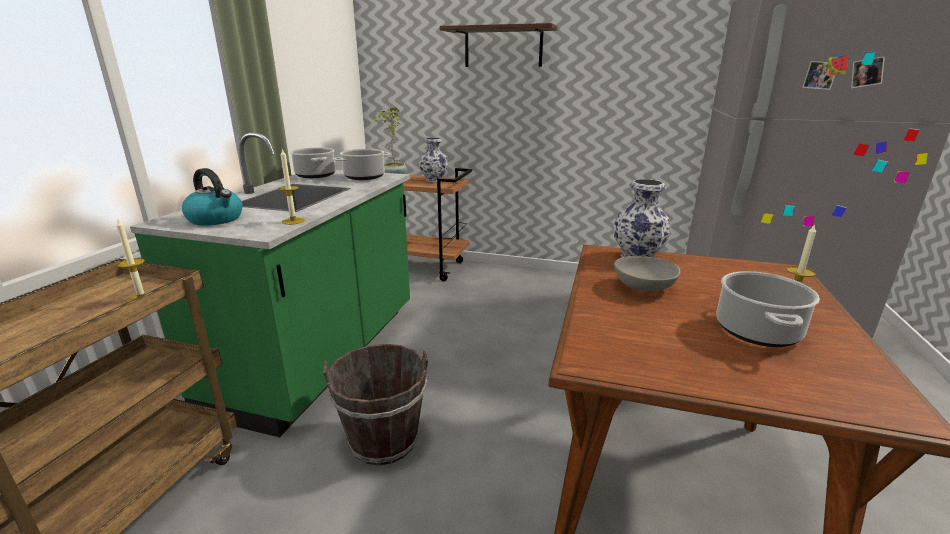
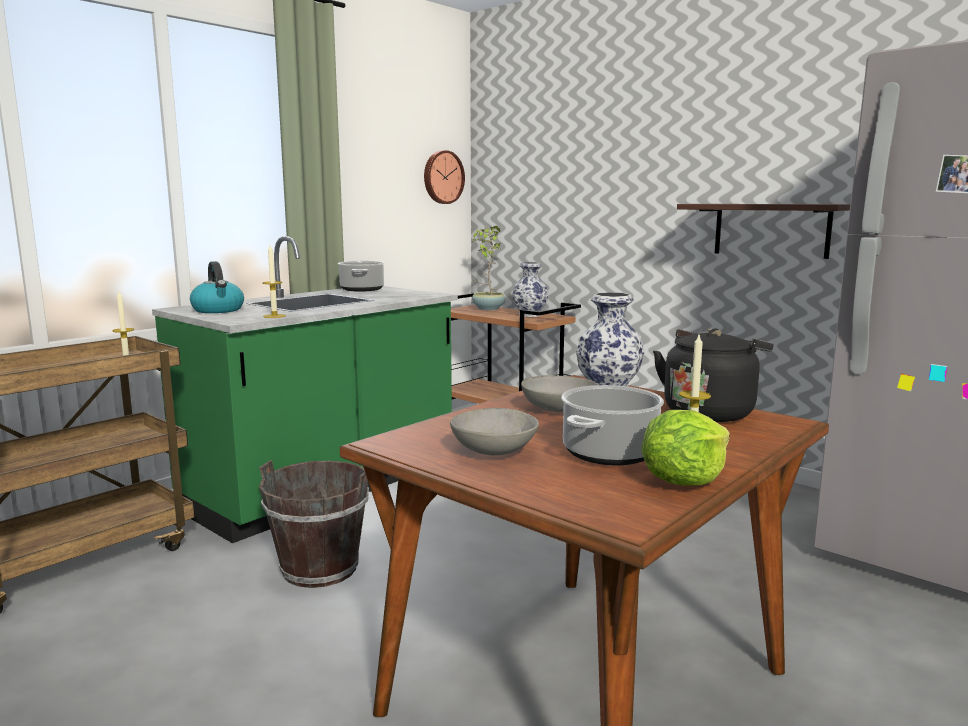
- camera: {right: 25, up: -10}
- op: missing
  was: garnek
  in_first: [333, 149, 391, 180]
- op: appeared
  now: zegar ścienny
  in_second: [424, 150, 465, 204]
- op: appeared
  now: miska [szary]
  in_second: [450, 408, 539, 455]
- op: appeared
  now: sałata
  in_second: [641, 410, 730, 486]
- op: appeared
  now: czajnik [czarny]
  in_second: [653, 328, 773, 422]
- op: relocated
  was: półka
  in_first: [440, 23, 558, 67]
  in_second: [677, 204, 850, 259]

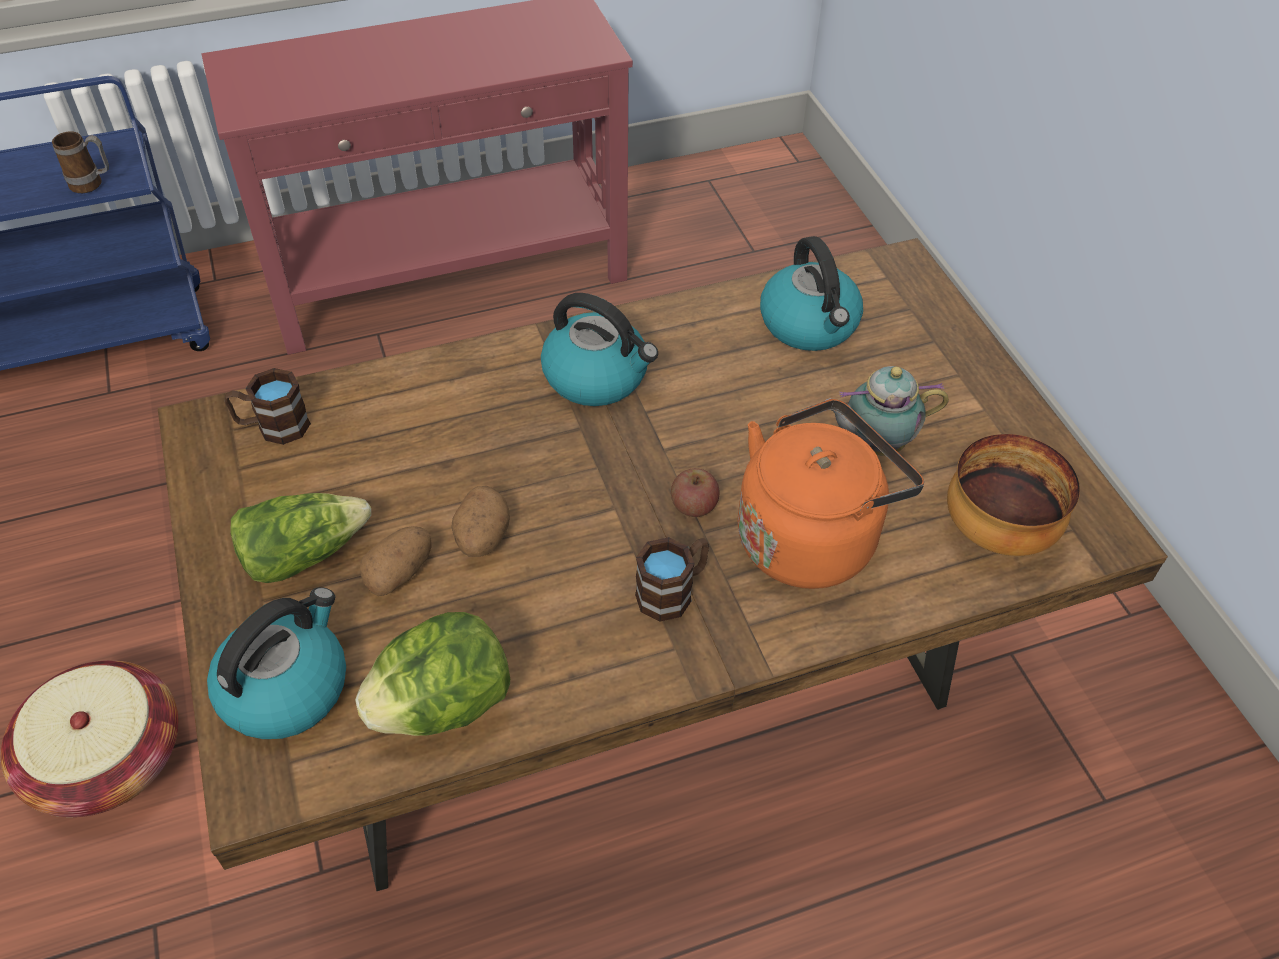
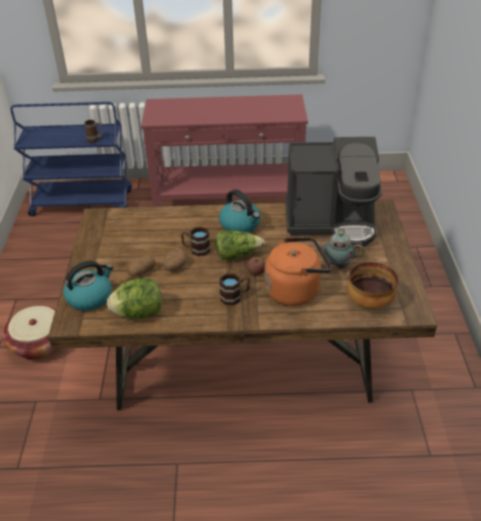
- camera: {right: 20, up: -10}
- op: relocated
  was: kubek [brązowy]
  in_first: [225, 368, 311, 445]
  in_second: [181, 227, 210, 256]
- op: relocated
  was: sałata
  in_first: [230, 493, 371, 583]
  in_second: [216, 231, 265, 260]
- op: exchanged
  was: czajnik
  now: ekspres do kawy
  in_first: [760, 236, 863, 351]
  in_second: [285, 137, 382, 248]

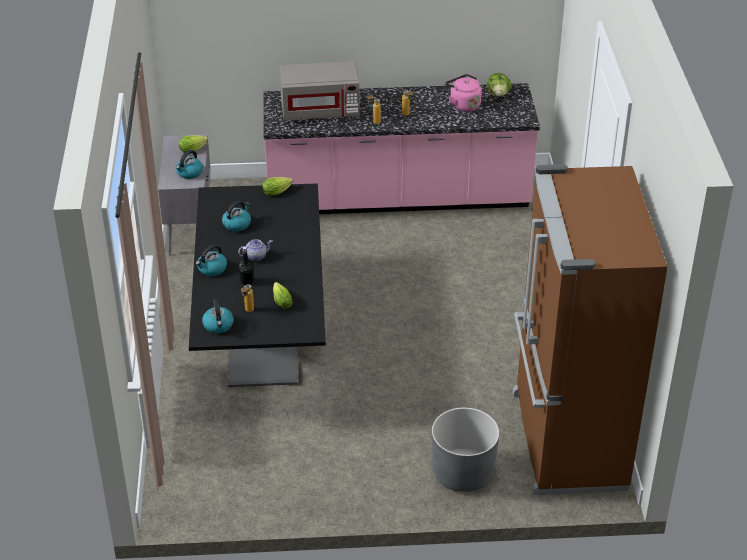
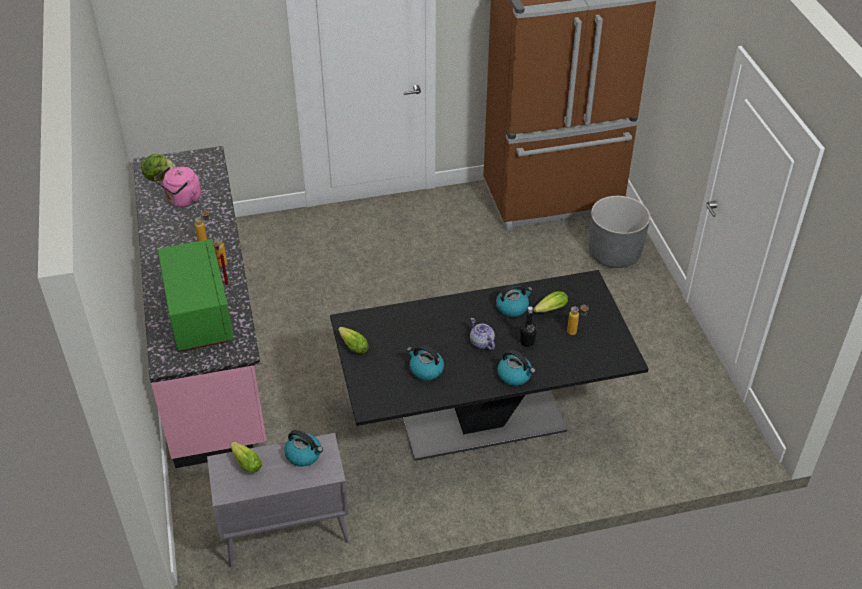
- camera: {right: -100, up: 5}
- op: relocated
  was: czajnik
  in_first: [202, 299, 234, 333]
  in_second: [496, 284, 533, 317]
- op: colour
  was: mikrofalówka [szary]
  now: mikrofalówka [zielony]
  in_first: [279, 61, 360, 121]
  in_second: [158, 239, 234, 352]

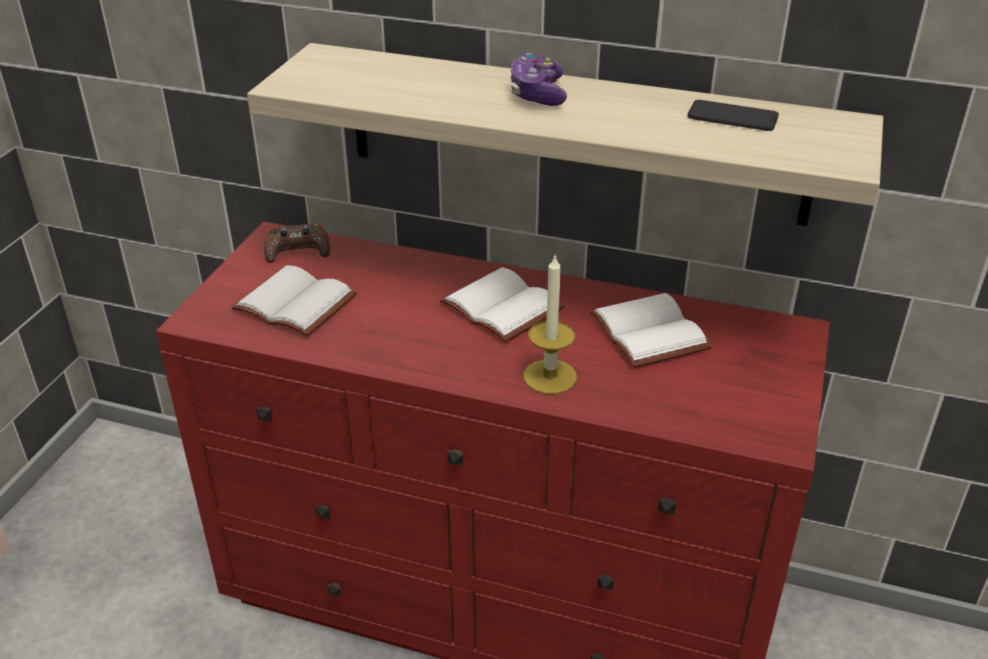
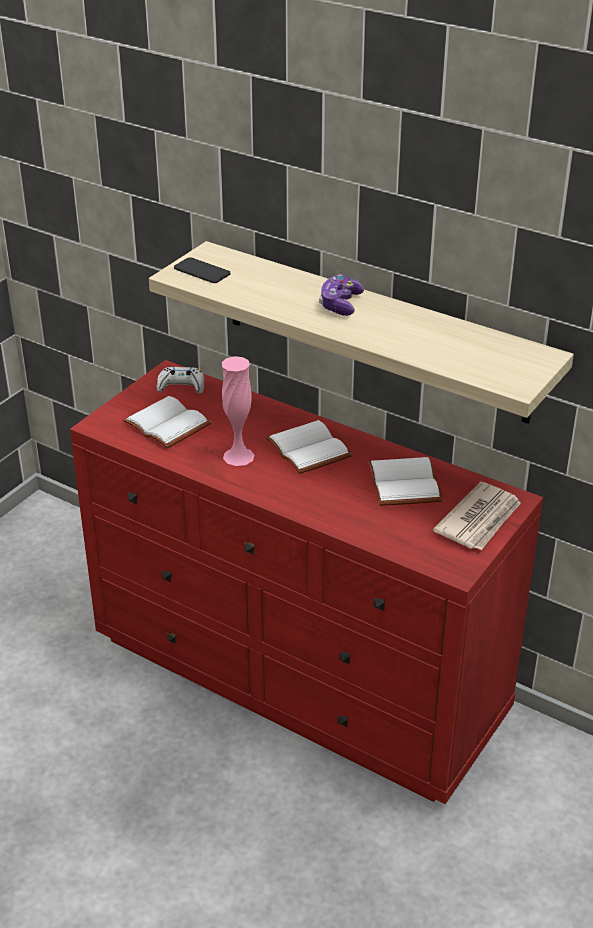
- camera: {right: 15, up: 0}
- op: missing
  was: świeca
  in_first: [523, 254, 577, 394]
- op: appeared
  now: wazon [różowy]
  in_second: [222, 356, 254, 466]
- op: appeared
  now: gazeta
  in_second: [433, 482, 521, 550]
- op: relocated
  was: telefon
  in_first: [687, 100, 779, 131]
  in_second: [174, 257, 230, 283]
- op: colour
  was: pad do gier [brązowy]
  now: pad do gier [biały]
  in_first: [264, 224, 330, 263]
  in_second: [157, 367, 204, 394]

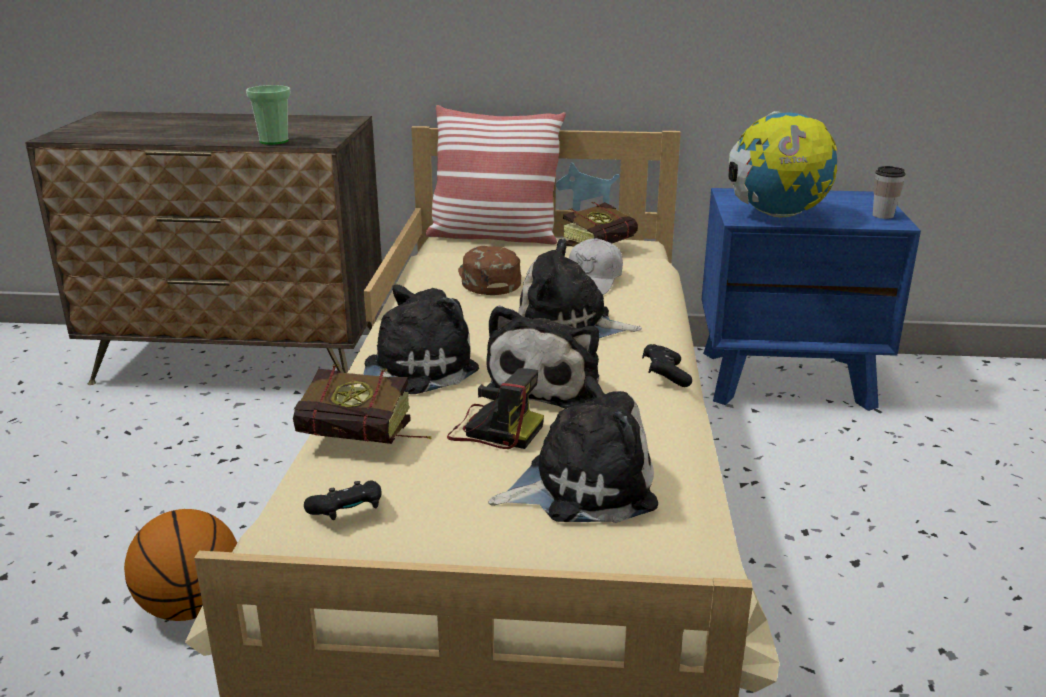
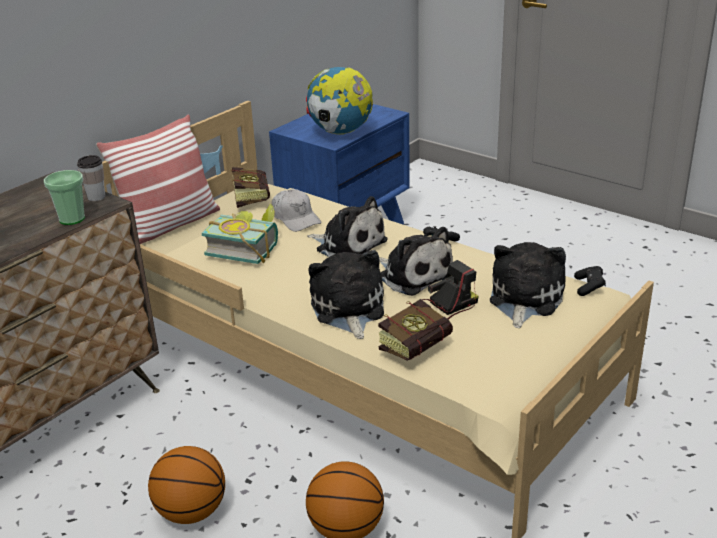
- camera: {right: -55, up: 5}
- op: appeared
  now: piłka do koszykówki
  in_second: [148, 446, 225, 524]
- op: relocated
  was: pad do gier [czarny]
  in_first: [304, 481, 382, 520]
  in_second: [574, 266, 606, 296]
- op: relocated
  was: filiżanka
  in_first: [873, 166, 905, 219]
  in_second: [77, 155, 105, 201]
- op: exchanged
  was: czapka z daszkiem [brązowy]
  now: książka
  in_first: [458, 246, 521, 295]
  in_second: [202, 203, 278, 264]
- op: spun
  was: pluszak
  in_first: [518, 238, 642, 338]
  in_second: [307, 196, 387, 257]
  clockwise: -105

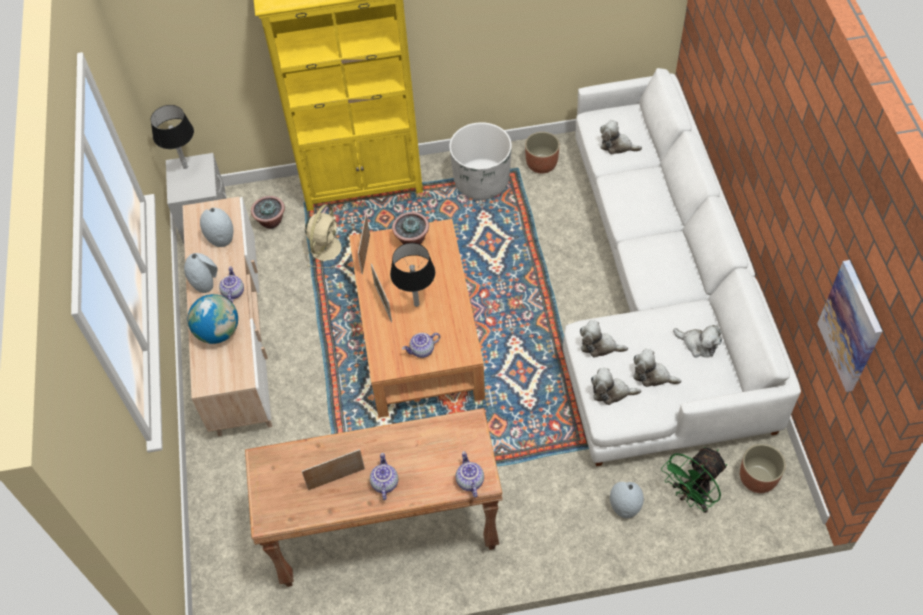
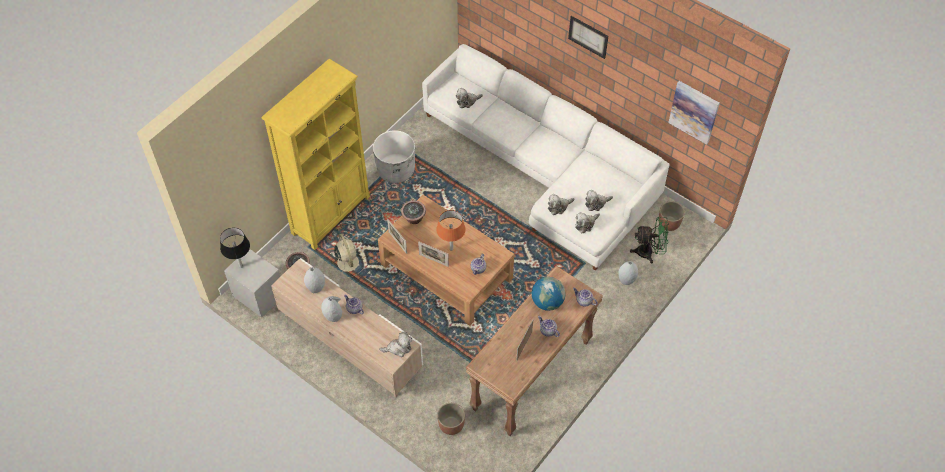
- camera: {right: -45, up: 0}
- op: appeared
  now: obraz
  in_second: [568, 16, 608, 59]
- op: relocated
  was: globus
  in_first: [188, 294, 238, 344]
  in_second: [532, 277, 565, 311]
- op: relocated
  was: donica
  in_first: [525, 132, 560, 174]
  in_second: [437, 403, 465, 435]
- op: relocated
  was: pluszak
  in_first: [673, 325, 722, 358]
  in_second: [379, 332, 413, 357]
- op: colour
  was: lampa stołowa [czarny]
  now: lampa stołowa [pomarańczowy]
  in_first: [390, 243, 435, 307]
  in_second: [436, 210, 466, 251]
- op: spun
  was: wentylator [zielony]
  in_first: [661, 447, 727, 513]
  in_second: [630, 217, 669, 264]
  clockwise: -90

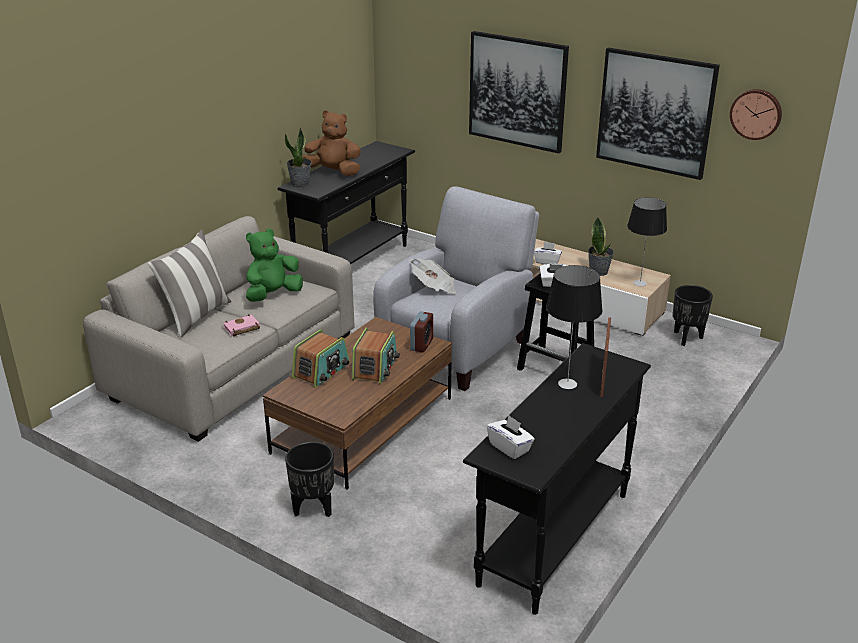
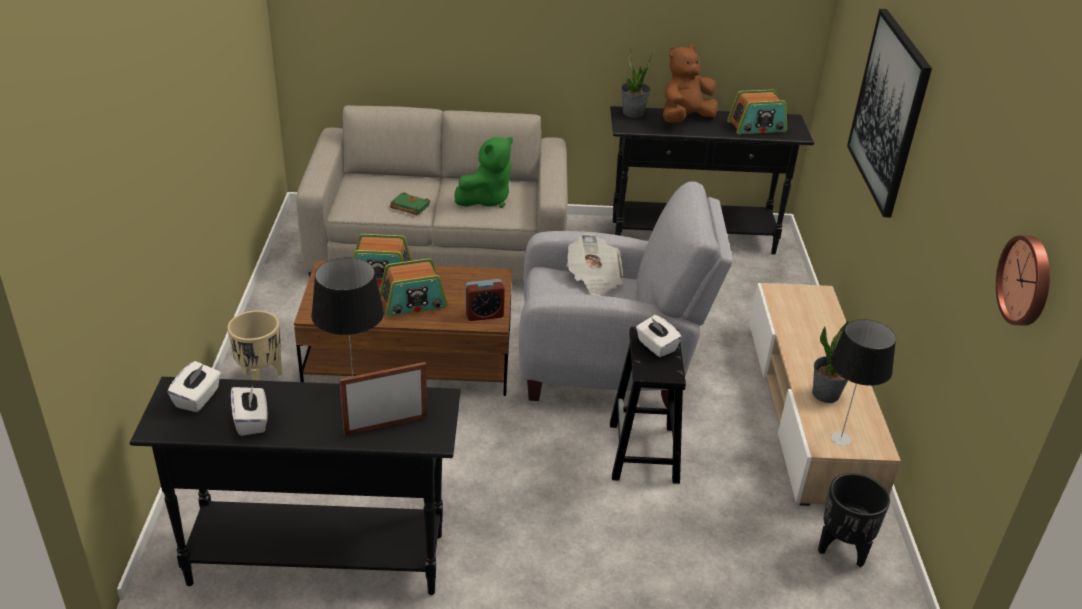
- camera: {right: 55, up: 5}
- op: missing
  was: poduszka
  in_first: [148, 230, 231, 338]
- op: missing
  was: obraz
  in_first: [596, 47, 720, 180]
- op: appeared
  now: radio
  in_second: [727, 89, 787, 134]
- op: relocated
  was: pudełko chusteczek [biały]
  in_first: [534, 242, 562, 264]
  in_second: [231, 385, 268, 436]
- op: colour
  was: książka [różowy]
  now: książka [zielony]
  in_first: [223, 314, 260, 336]
  in_second: [390, 192, 430, 215]
- op: colour
  was: donica [czarny]
  now: donica [beżowy]
  in_first: [285, 442, 334, 517]
  in_second: [227, 310, 282, 380]
- op: spun
  was: pluszak [zielony]
  in_first: [246, 228, 303, 302]
  in_second: [454, 137, 513, 208]
  clockwise: 120
- op: spun
  was: pluszak [brązowy]
  in_first: [302, 110, 361, 176]
  in_second: [663, 44, 718, 123]
  clockwise: -105

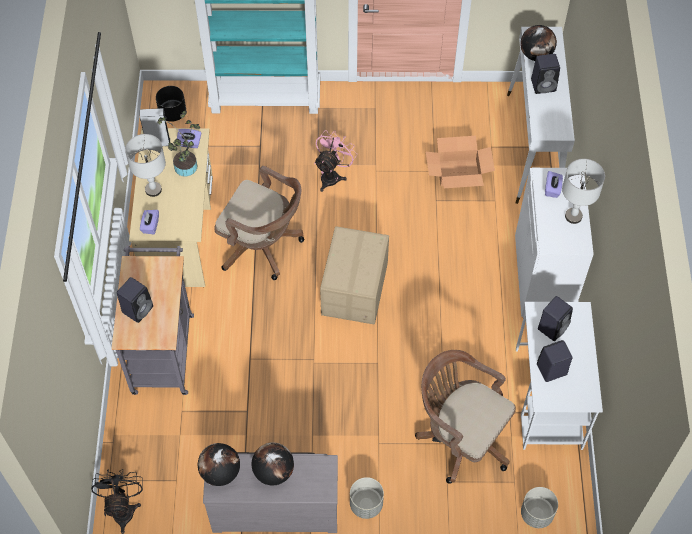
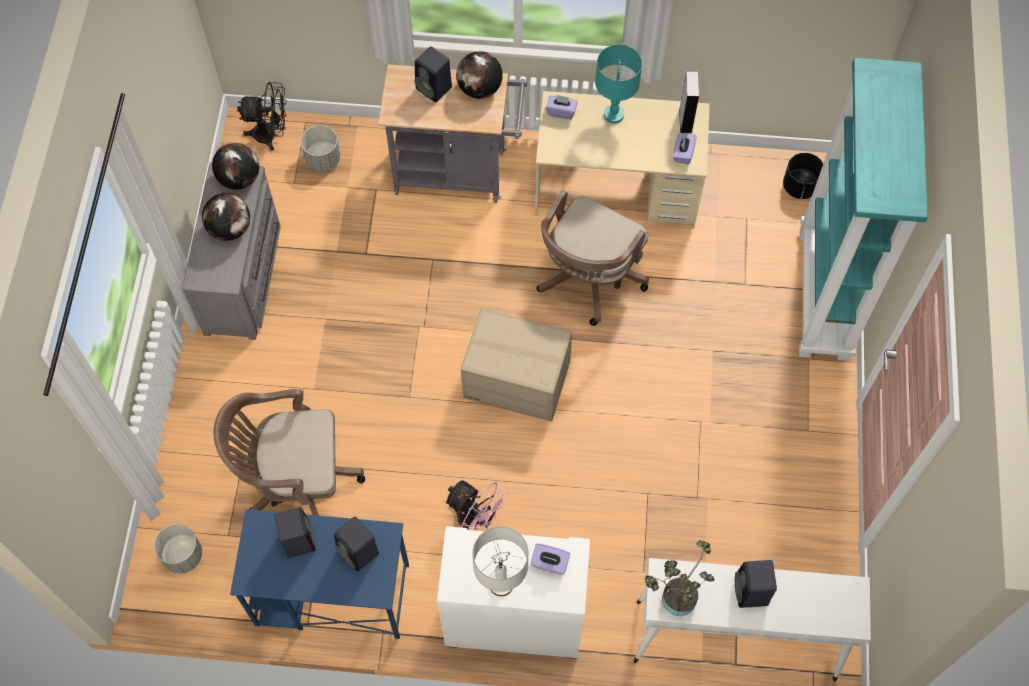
- camera: {right: 95, up: 5}
- op: missing
  was: karton
  in_first: [426, 136, 495, 188]
- op: relocated
  was: roślina doniczkowa
  in_first: [157, 110, 200, 176]
  in_second: [645, 540, 715, 616]
- op: relocated
  was: wentylator [różowy]
  in_first: [314, 130, 357, 192]
  in_second: [444, 480, 508, 531]
- op: relocated
  was: donica [szary]
  in_first: [350, 477, 384, 519]
  in_second: [301, 125, 340, 171]
- op: relocated
  was: globus
  in_first: [520, 25, 557, 61]
  in_second: [456, 51, 503, 99]
- op: colour
  was: lampa stołowa [szary]
  now: lampa stołowa [turkusowy]
  in_first: [125, 134, 166, 197]
  in_second: [595, 44, 642, 124]
- op: colour
  was: biurko [biały]
  now: biurko [niebieski]
  in_first: [516, 302, 603, 450]
  in_second: [230, 509, 409, 639]
- op: spun
  was: krzesło biurowe [brązowy]
  in_first: [415, 350, 516, 484]
  in_second: [214, 389, 365, 516]
  clockwise: -135

